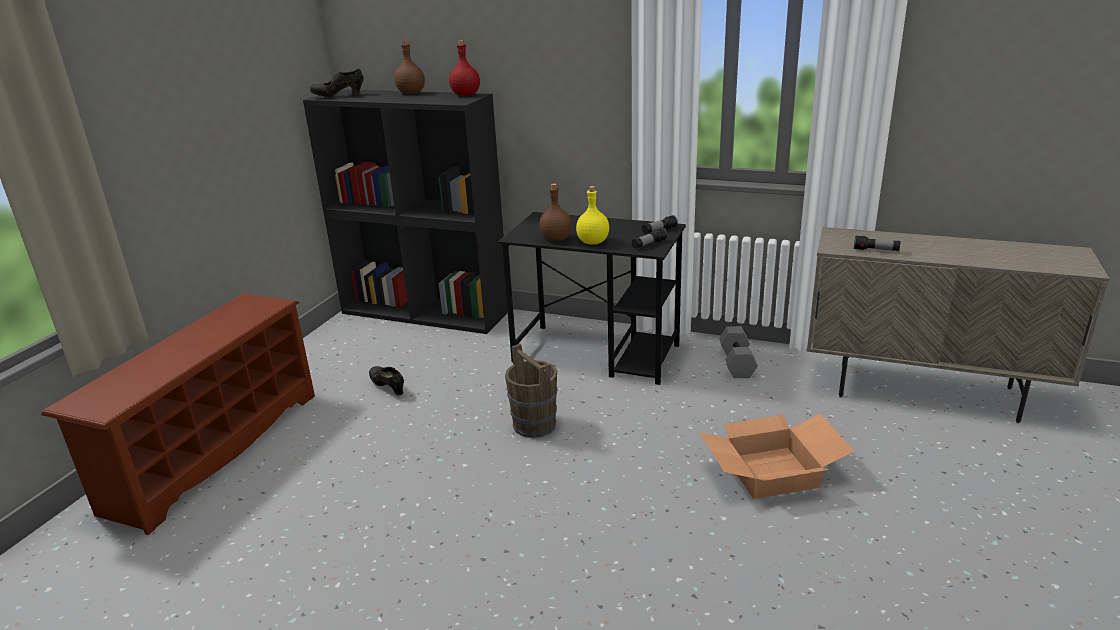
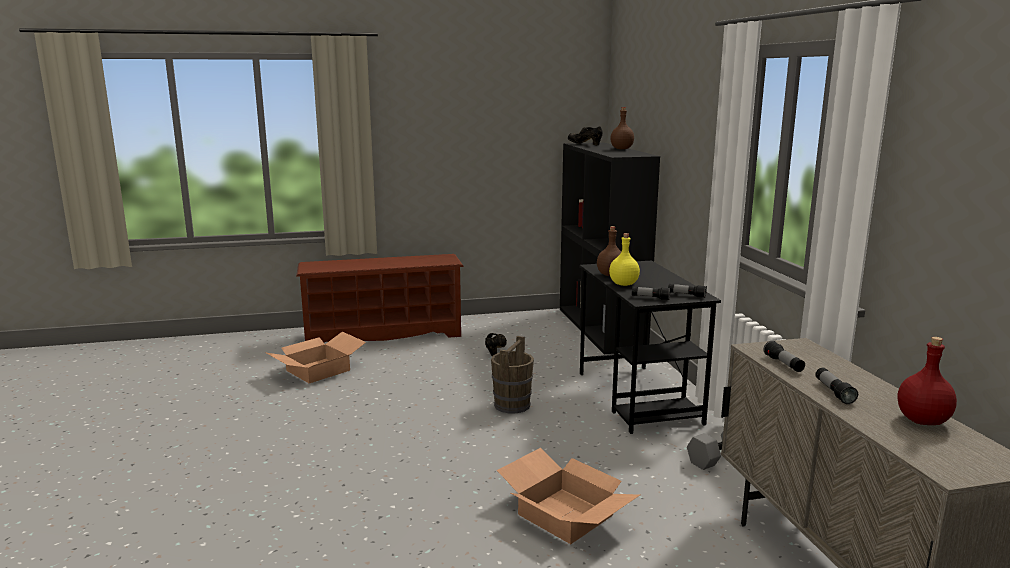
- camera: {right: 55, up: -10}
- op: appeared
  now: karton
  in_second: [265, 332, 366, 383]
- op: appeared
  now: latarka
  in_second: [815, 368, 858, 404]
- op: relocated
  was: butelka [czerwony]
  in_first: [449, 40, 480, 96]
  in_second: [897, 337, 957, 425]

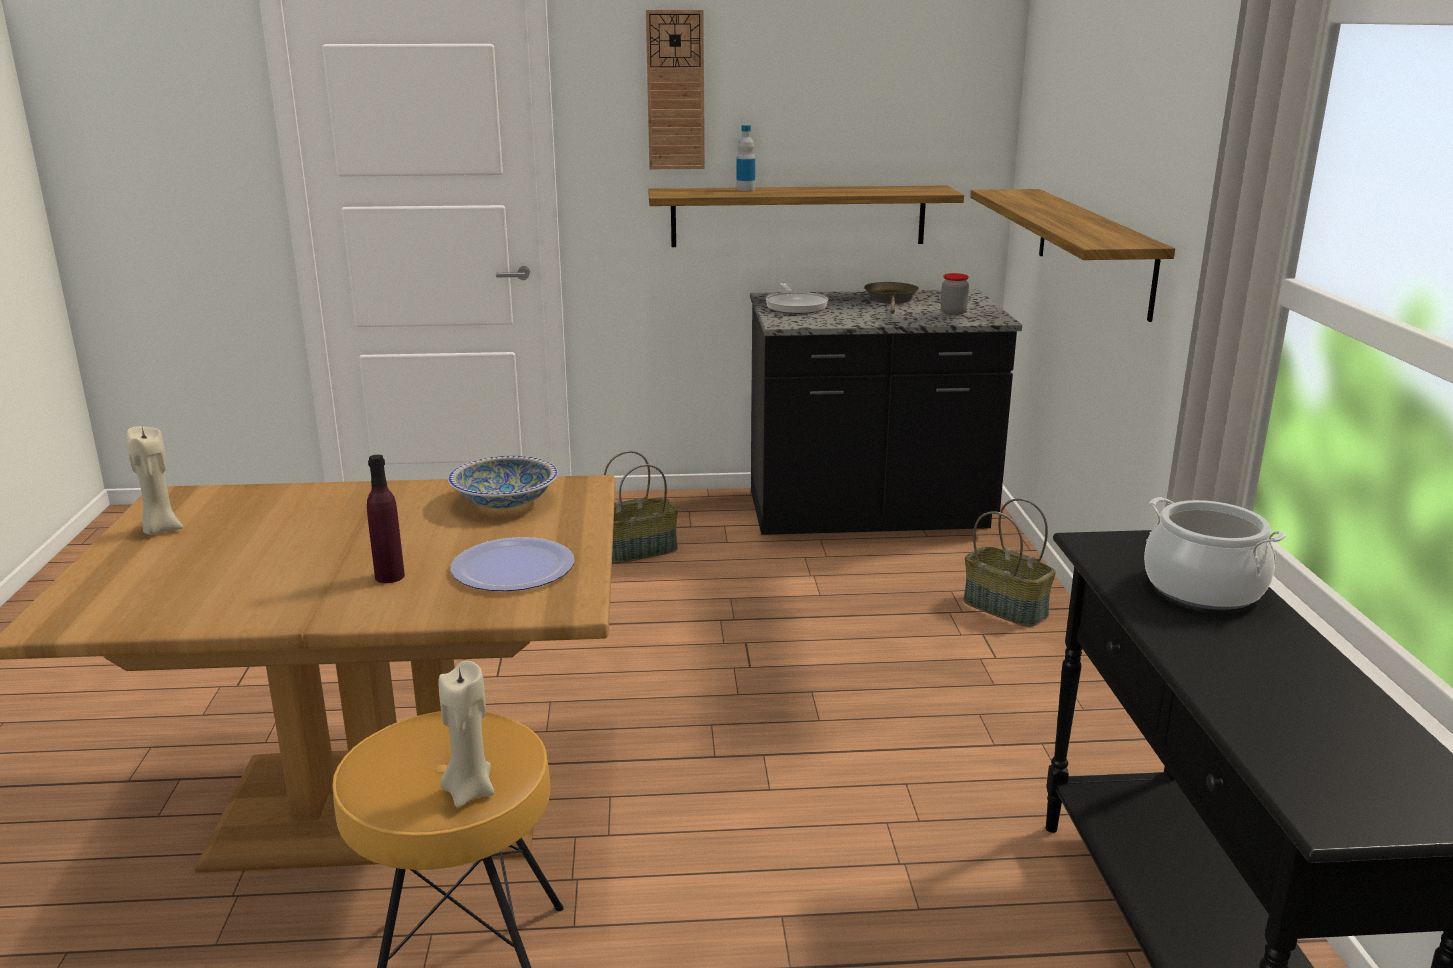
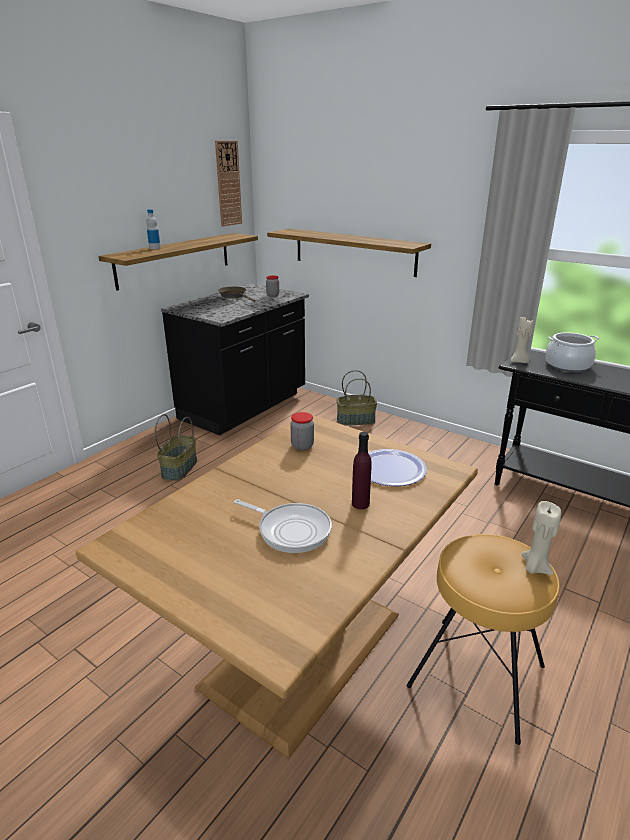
- camera: {right: -50, up: 5}
- op: relocated
  was: świeca [beżowy]
  in_first: [126, 426, 183, 535]
  in_second: [511, 317, 534, 363]
- op: relocated
  was: zegar ścienny
  in_first: [646, 10, 705, 169]
  in_second: [215, 141, 242, 227]
- op: relocated
  was: patelnia
  in_first: [766, 283, 828, 314]
  in_second: [234, 499, 332, 553]
- op: exchanged
  was: miska
  now: słoik
  in_first: [448, 456, 558, 509]
  in_second: [290, 412, 314, 450]

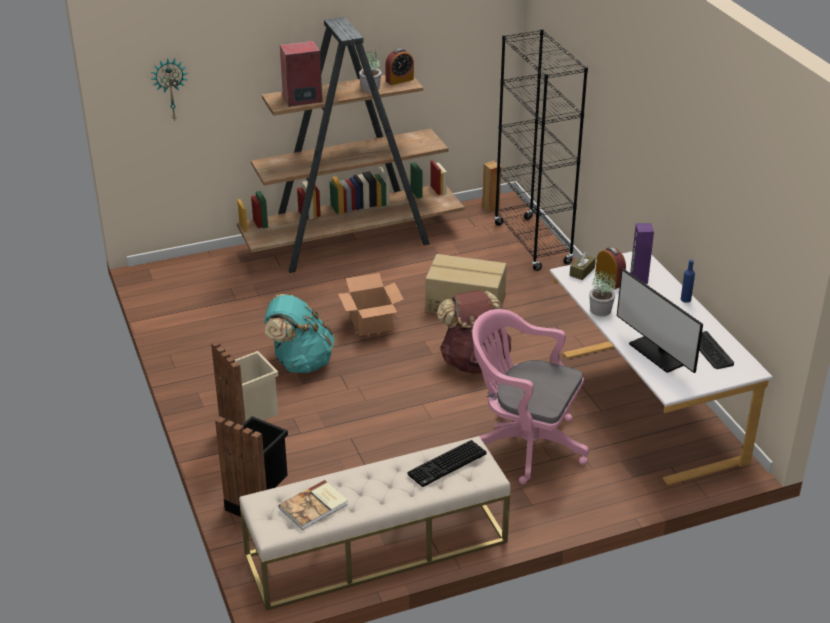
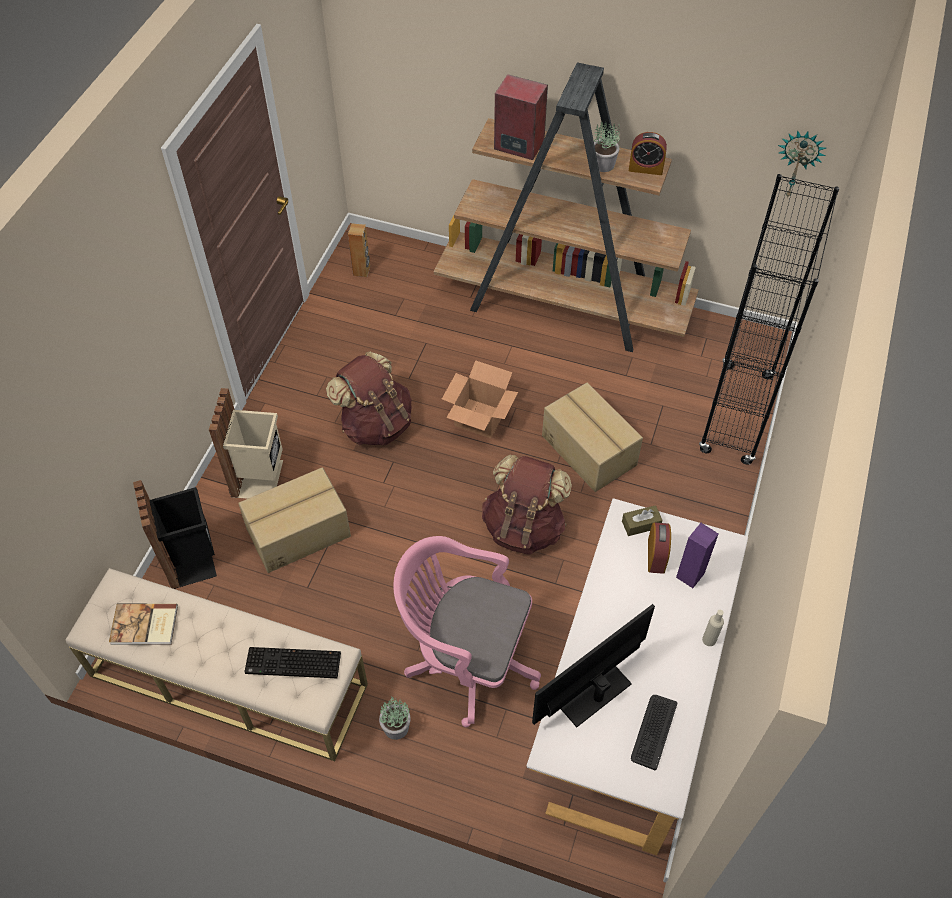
- camera: {right: 40, up: 20}
- op: appeared
  now: karton
  in_second: [238, 467, 351, 573]
- op: relocated
  was: zegar ścienny
  in_first: [151, 58, 188, 121]
  in_second: [778, 130, 826, 198]
- op: relocated
  was: głośnik [brązowy]
  in_first: [482, 161, 501, 212]
  in_second: [348, 223, 370, 277]
- op: relocated
  was: roślina doniczkowa
  in_first: [589, 270, 616, 316]
  in_second: [379, 696, 411, 740]
- op: colour
  was: plecak [turkusowy]
  now: plecak [brązowy]
  in_first: [264, 294, 335, 373]
  in_second: [326, 351, 412, 446]
- op: colour
  was: butelka [niebieski]
  now: butelka [beżowy]
  in_first: [681, 260, 695, 303]
  in_second: [702, 610, 724, 646]
- op: spun
  was: krzesło biurowe [różowy]
  in_first: [472, 309, 589, 485]
  in_second: [393, 536, 541, 727]
  clockwise: -45
- op: spun
  was: monitor
  in_first: [617, 268, 703, 373]
  in_second: [532, 604, 655, 727]
  clockwise: 45

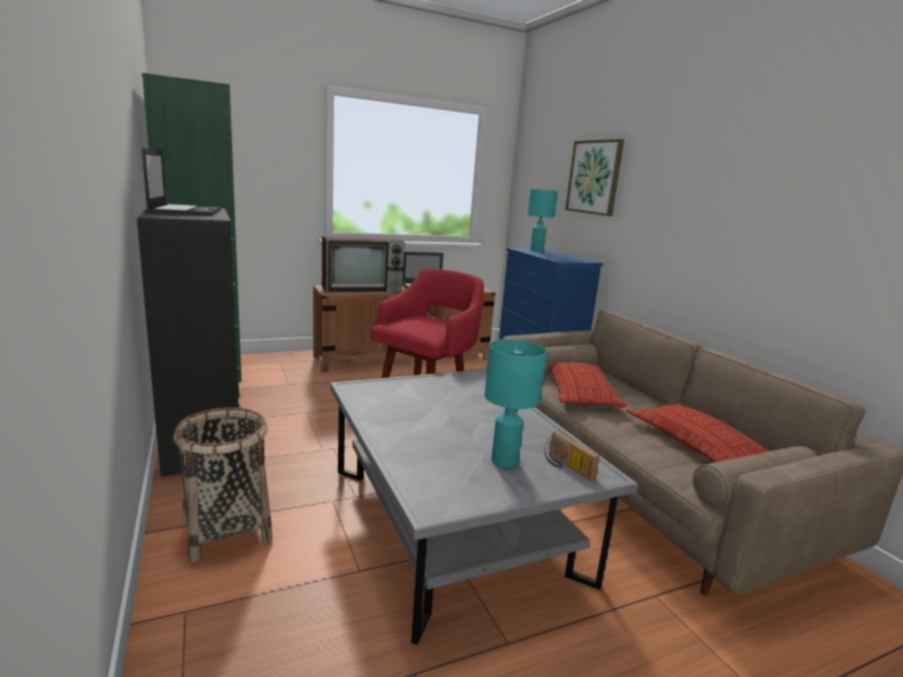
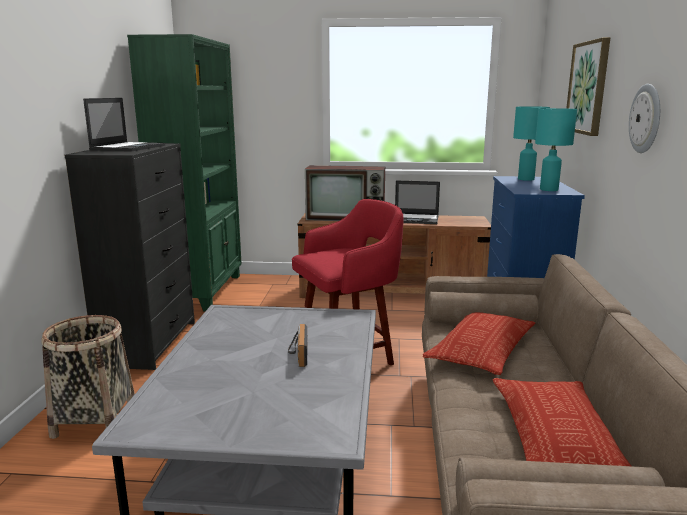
- camera: {right: 30, up: 0}
- op: appeared
  now: zegar ścienny
  in_second: [629, 84, 660, 153]
- op: relocated
  was: lampa stołowa [turkusowy]
  in_first: [484, 339, 547, 468]
  in_second: [535, 108, 577, 191]
- op: relocated
  was: radio
  in_first: [545, 431, 599, 481]
  in_second: [288, 324, 308, 367]

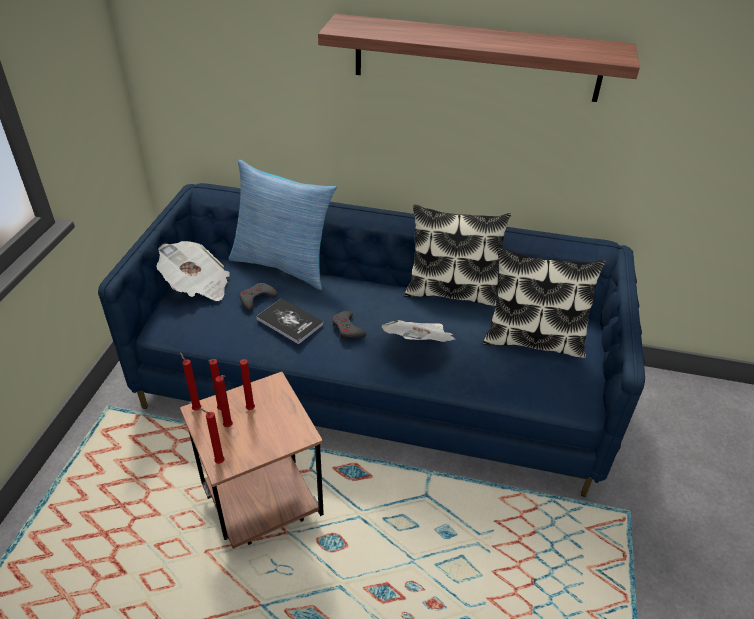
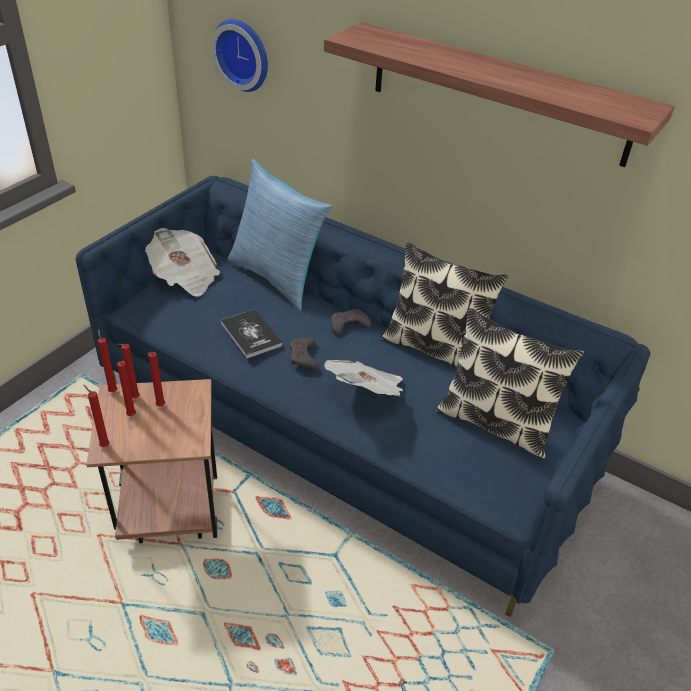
- camera: {right: 20, up: 0}
- op: appeared
  now: zegar ścienny
  in_second: [211, 19, 268, 92]
- op: relocated
  was: pad do gier [szary]
  in_first: [239, 283, 278, 310]
  in_second: [331, 309, 371, 335]

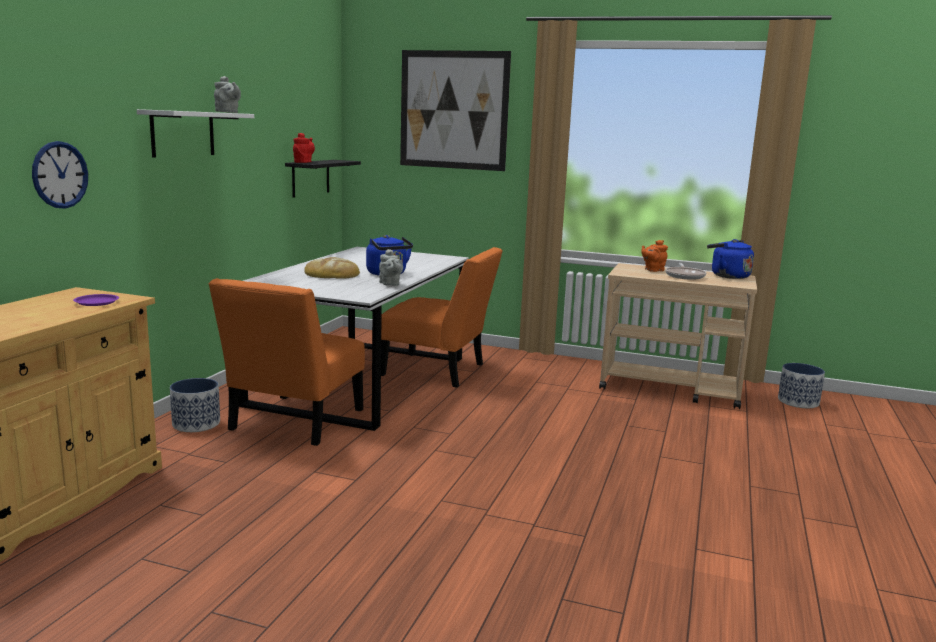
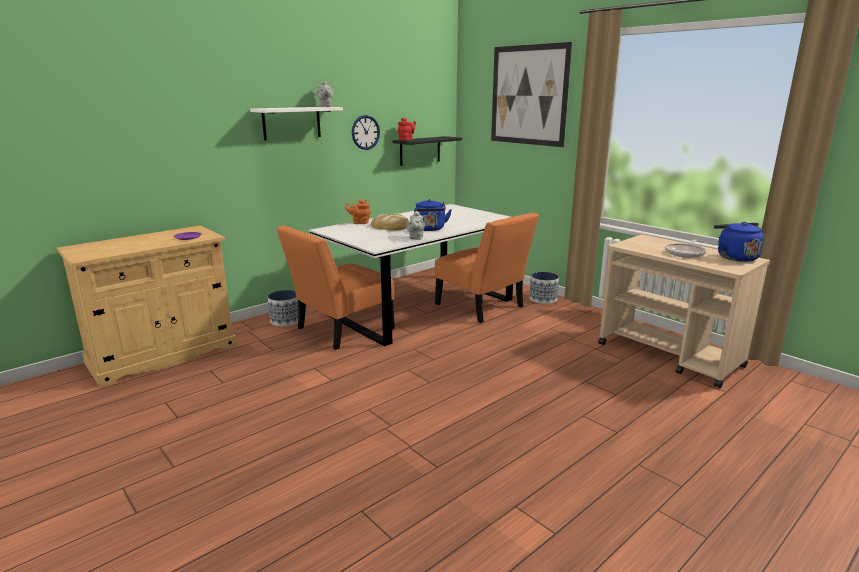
- camera: {right: 30, up: 5}
- op: relocated
  was: zegar ścienny
  in_first: [32, 141, 88, 209]
  in_second: [352, 115, 380, 150]
- op: relocated
  was: imbryk [pomarańczowy]
  in_first: [641, 240, 668, 272]
  in_second: [345, 200, 371, 224]
- op: relocated
  was: donica
  in_first: [778, 363, 825, 408]
  in_second: [529, 272, 559, 304]

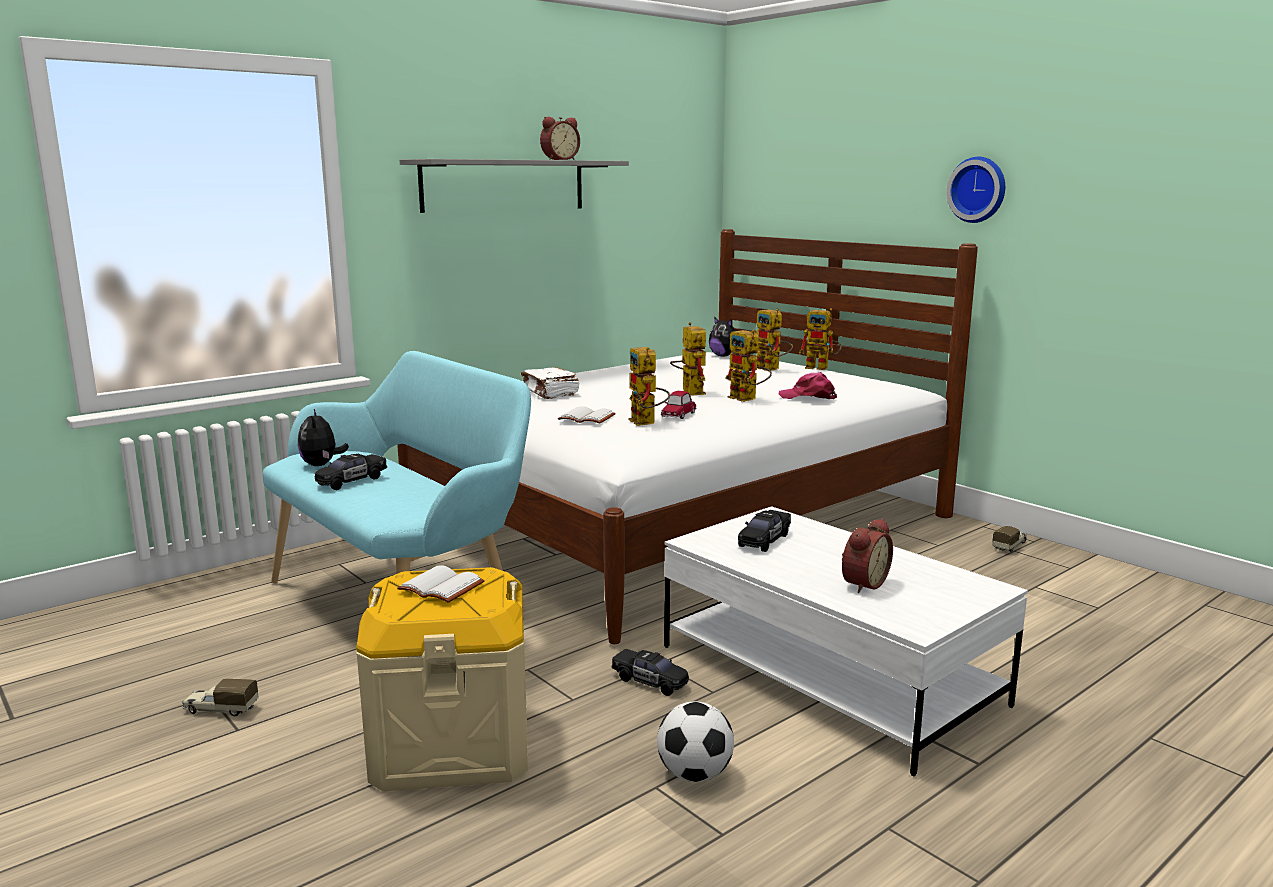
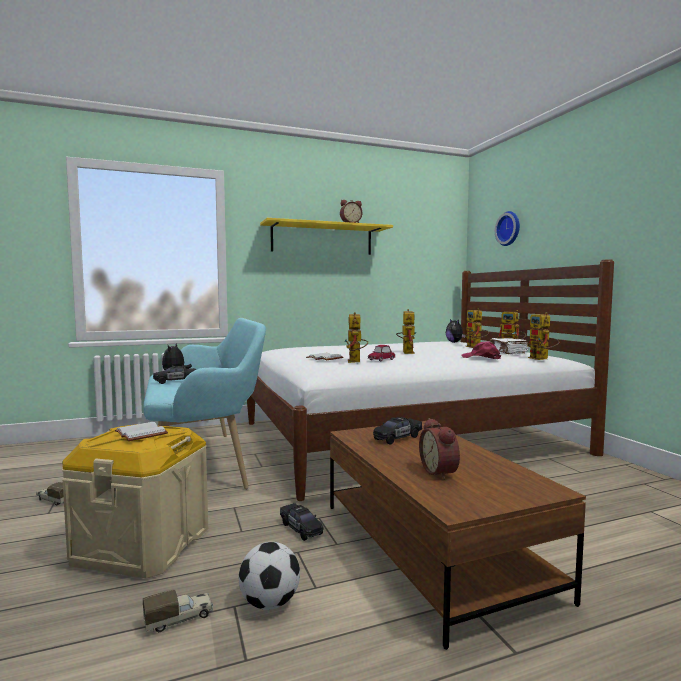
- camera: {right: 20, up: -10}
- op: relocated
  was: książka [biały]
  in_first: [521, 367, 580, 399]
  in_second: [490, 338, 529, 354]
- op: relocated
  was: robot zabawkowy
  in_first: [725, 330, 772, 402]
  in_second: [527, 312, 560, 360]
- op: relocated
  was: zegar ścienny
  in_first: [946, 157, 1005, 223]
  in_second: [495, 211, 520, 246]
- op: relocated
  was: ciężarówka zabawkowa
  in_first: [992, 526, 1027, 552]
  in_second: [143, 589, 213, 632]
- op: colour
  was: półka [szary]
  now: półka [żółty]
  in_first: [400, 159, 629, 213]
  in_second: [260, 218, 393, 255]
- op: colour
  was: ława [biały]
  now: ława [brązowy]
  in_first: [664, 506, 1028, 776]
  in_second: [330, 421, 586, 650]
- op: spun
  was: budzik
  in_first: [842, 518, 893, 593]
  in_second: [419, 418, 460, 480]
  clockwise: 105

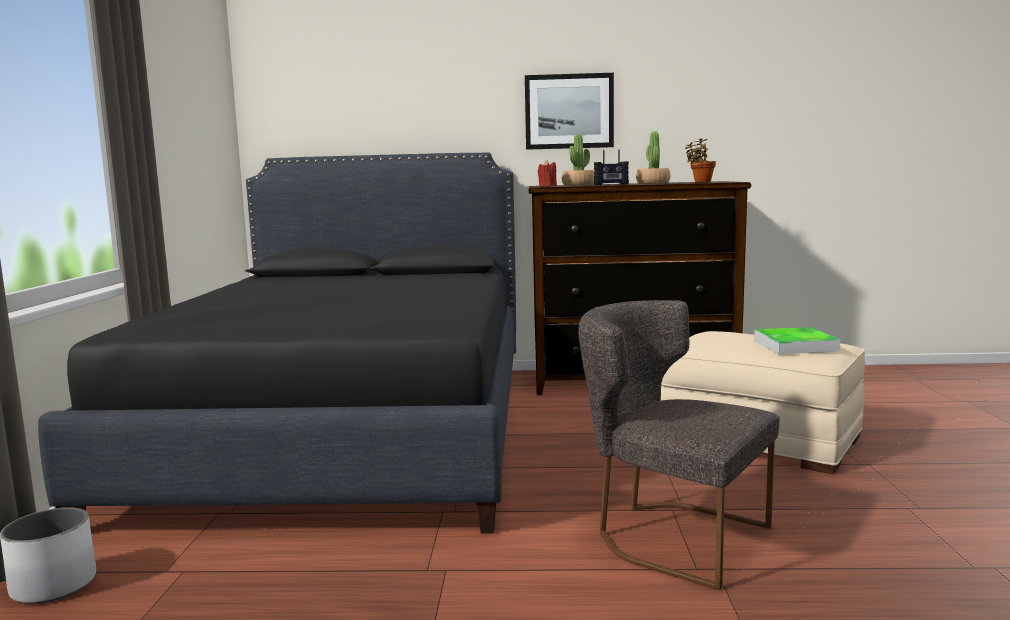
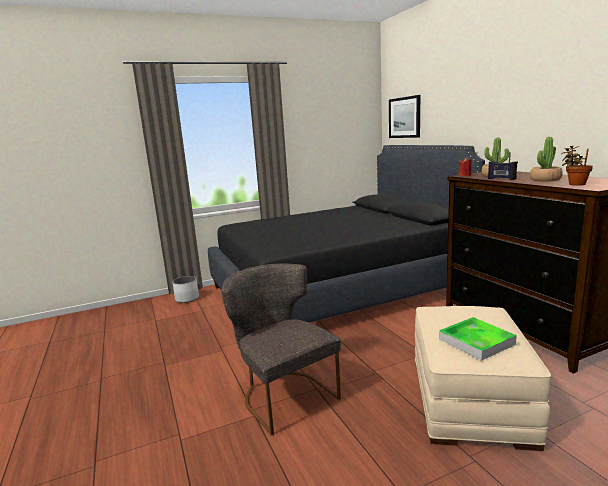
- camera: {right: 65, up: 5}
- op: relocated
  was: obraz
  in_first: [525, 73, 614, 150]
  in_second: [389, 95, 420, 138]
- op: spun
  was: krzesło [szary]
  in_first: [578, 300, 779, 590]
  in_second: [221, 263, 341, 435]
  clockwise: -45

